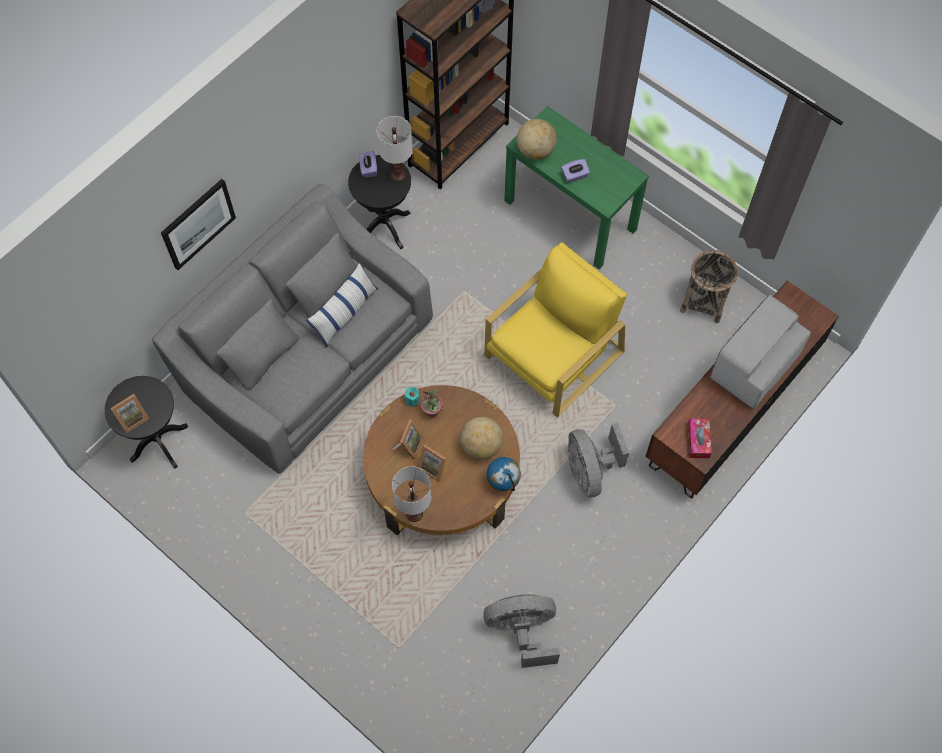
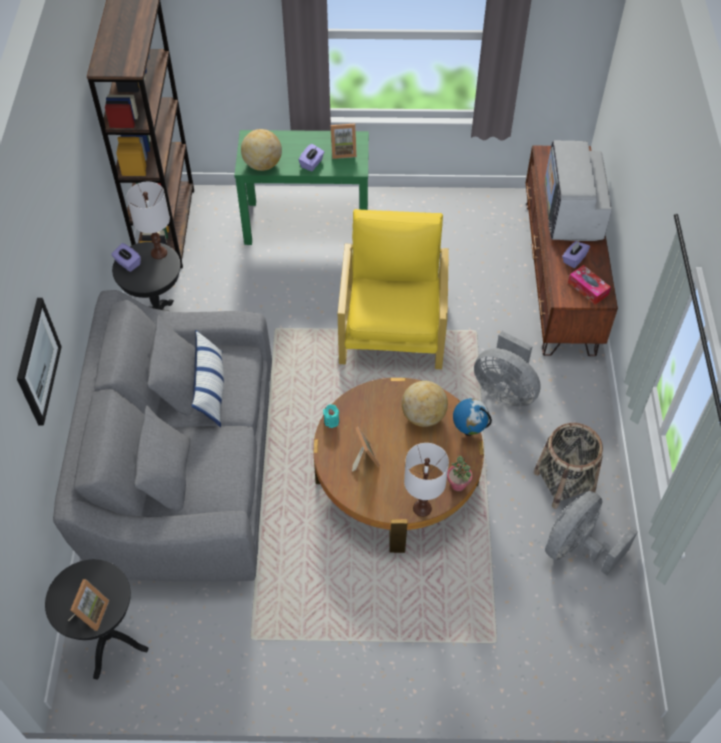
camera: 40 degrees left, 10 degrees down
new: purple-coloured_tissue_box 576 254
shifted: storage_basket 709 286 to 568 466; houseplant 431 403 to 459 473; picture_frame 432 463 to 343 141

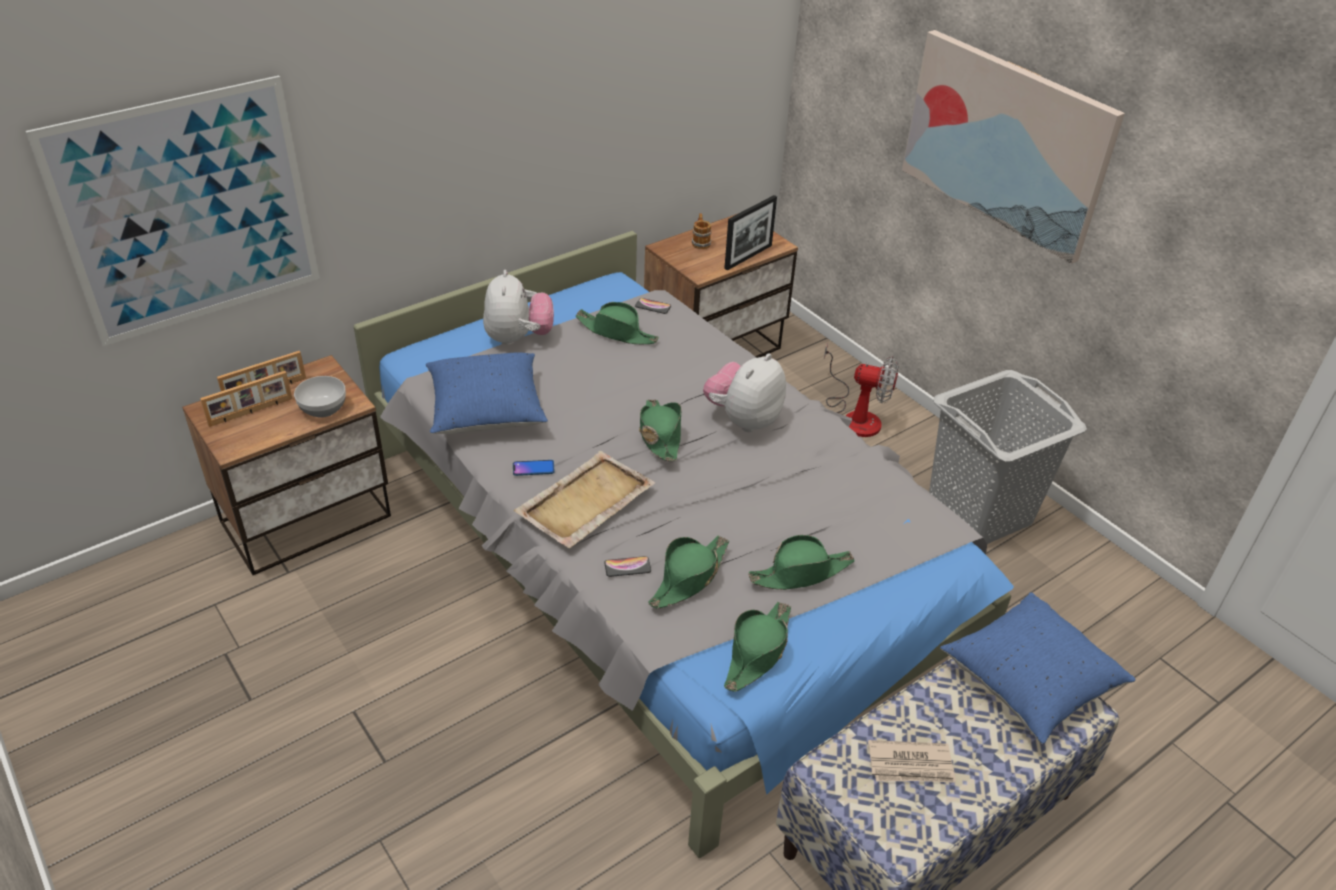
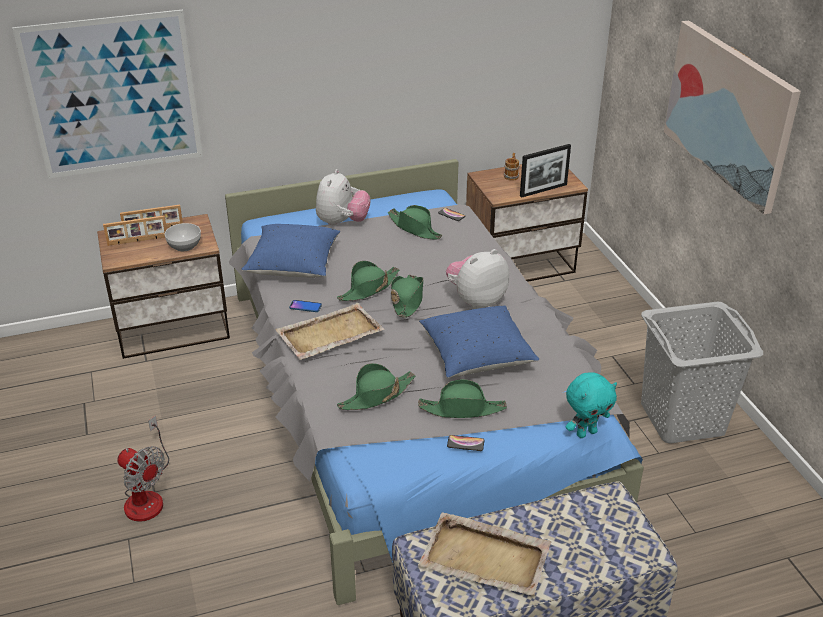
camera: 20 degrees right, 5 degrees down
new: turquoise_soft_toy 591 405
shifted: electric_fan 861 390 to 143 469; handset 627 566 to 465 443; blue_cushion 1038 668 to 479 342; green-coloured_clothing_hat 757 647 to 368 281
swapped: daily_paper 912 761 to beige_carrying_tray 484 554

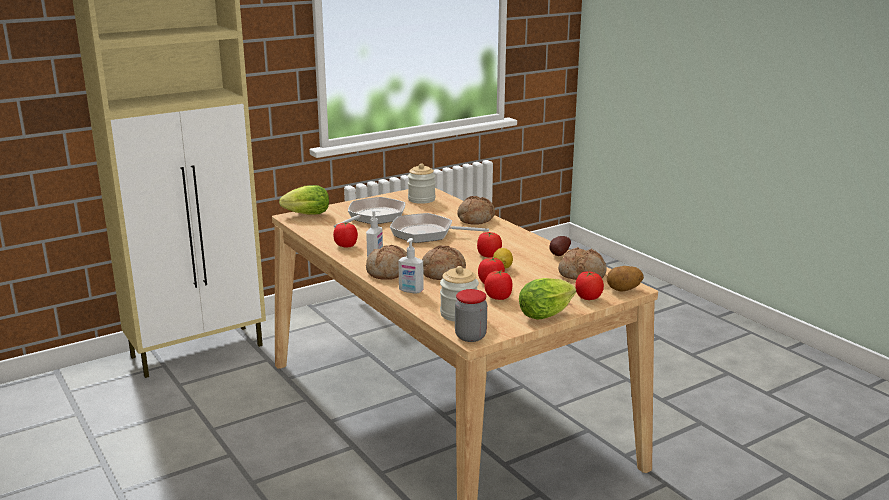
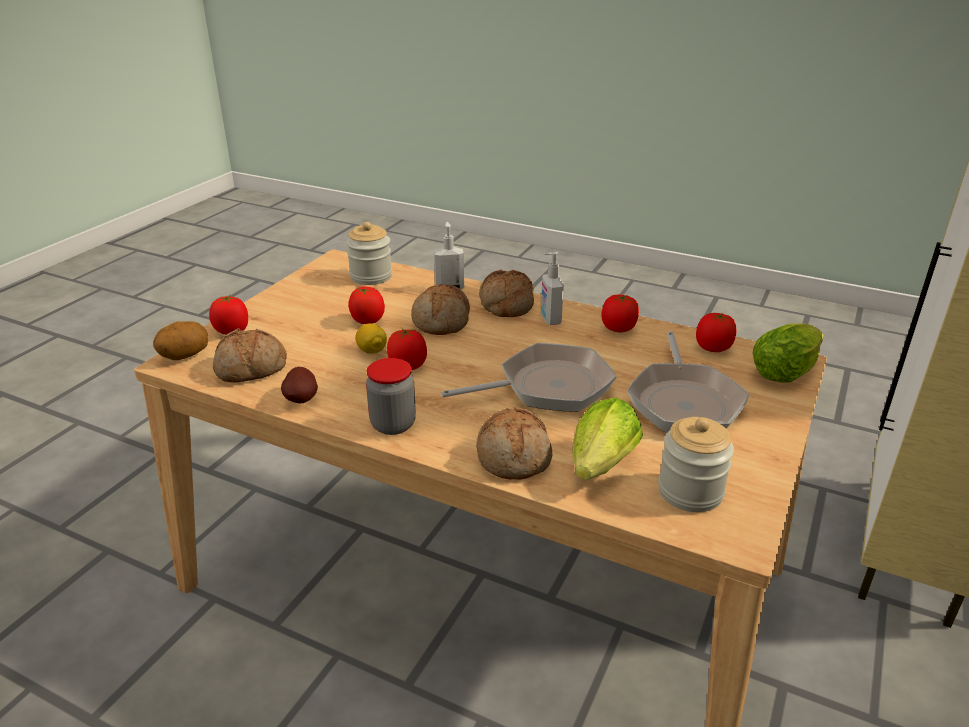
camera: 150 degrees right, 10 degrees up
shifted: fresh_tomato 499 285 to 716 332; head_of_lettuce 547 299 to 607 439; storage_jar 471 315 to 391 396

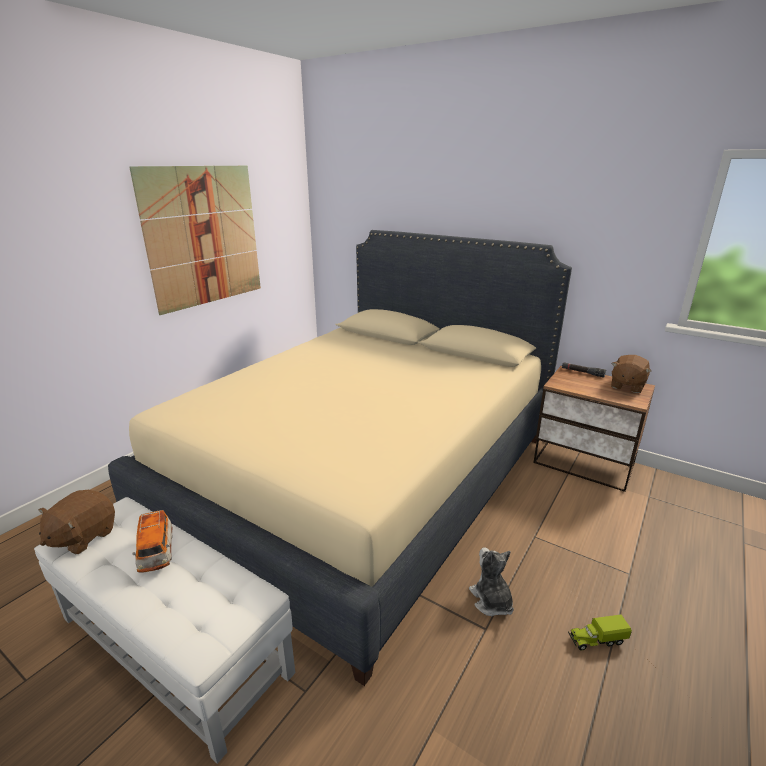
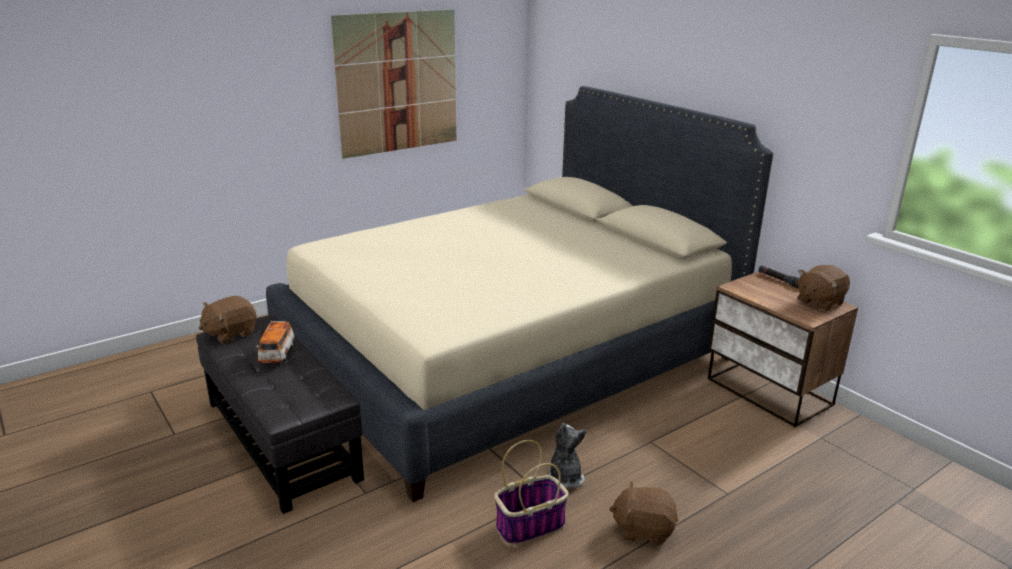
camera: 20 degrees right, 0 degrees up
new: storage_basket 531 492
swapped: toy_truck 600 633 to brown-coloured_soft_toy 643 513
repainted: white_pouffe 164 630 to black_pouffe 280 414

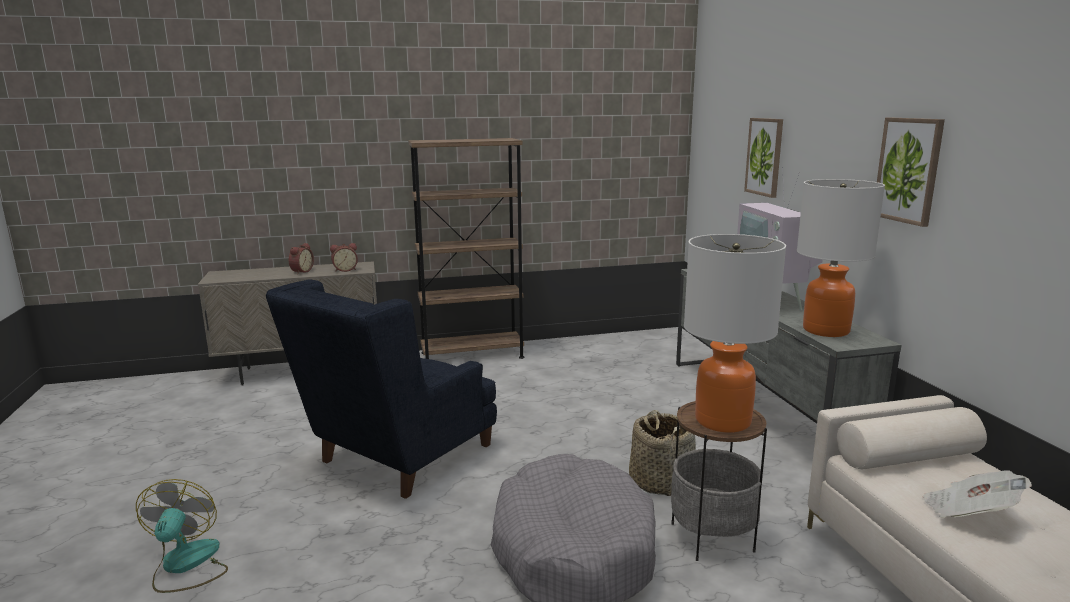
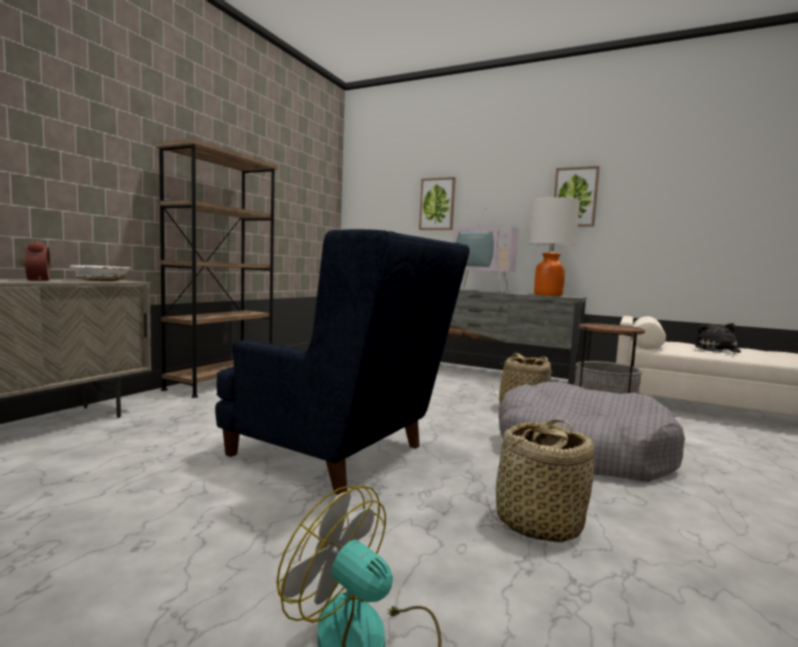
camera: 50 degrees left, 10 degrees down
gone: table_lamp 735 333
new: storage_basket 540 481
swapped: alarm_clock 344 257 to white_serving_bowl 100 273; daily_paper 977 494 to soft_toy 718 339
rotated: blue_lounge_chair 381 389 = 342 362 45 degrees counterclockwise

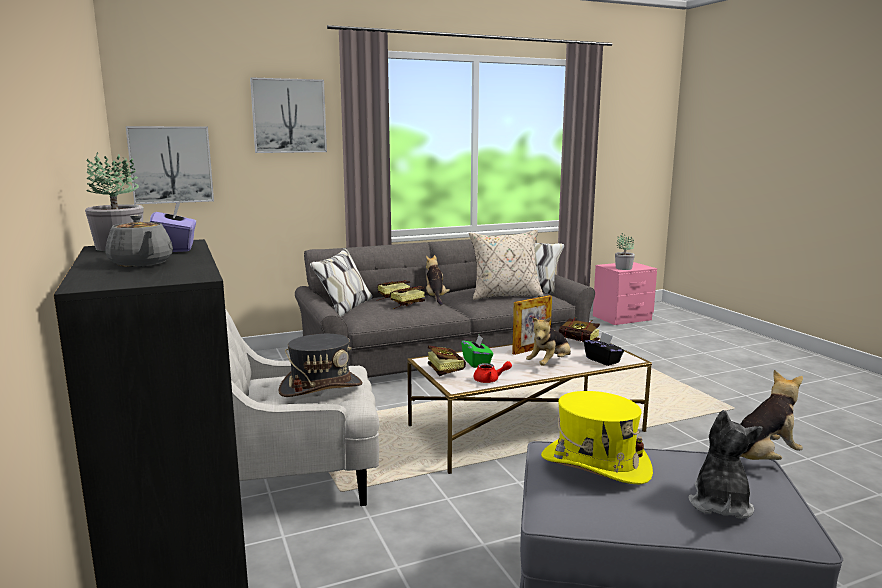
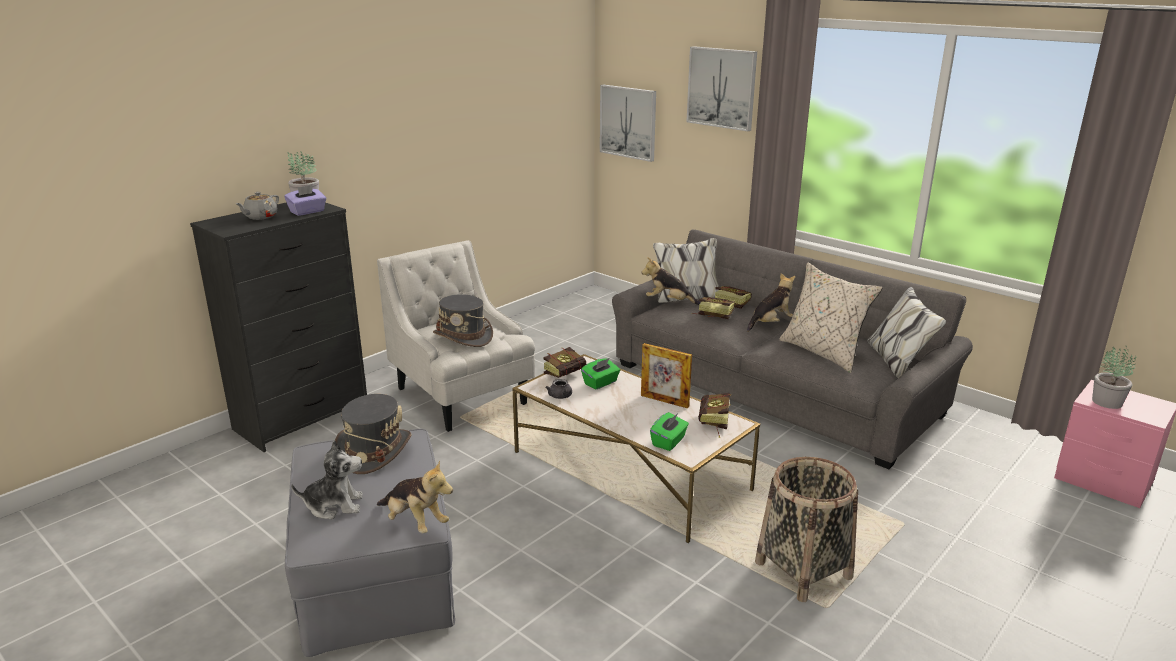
camera: 65 degrees right, 10 degrees up
new: storage_basket 806 529
shifted: soft_toy 548 341 to 670 281
repainted: black_tissue_box 604 349 to green-coloured_tissue_box 669 431; red-coloured_tea_pot 493 372 to gray_tea_pot 559 389; yellow-coloured_clothing_hat 597 437 to gray_clothing_hat 373 434

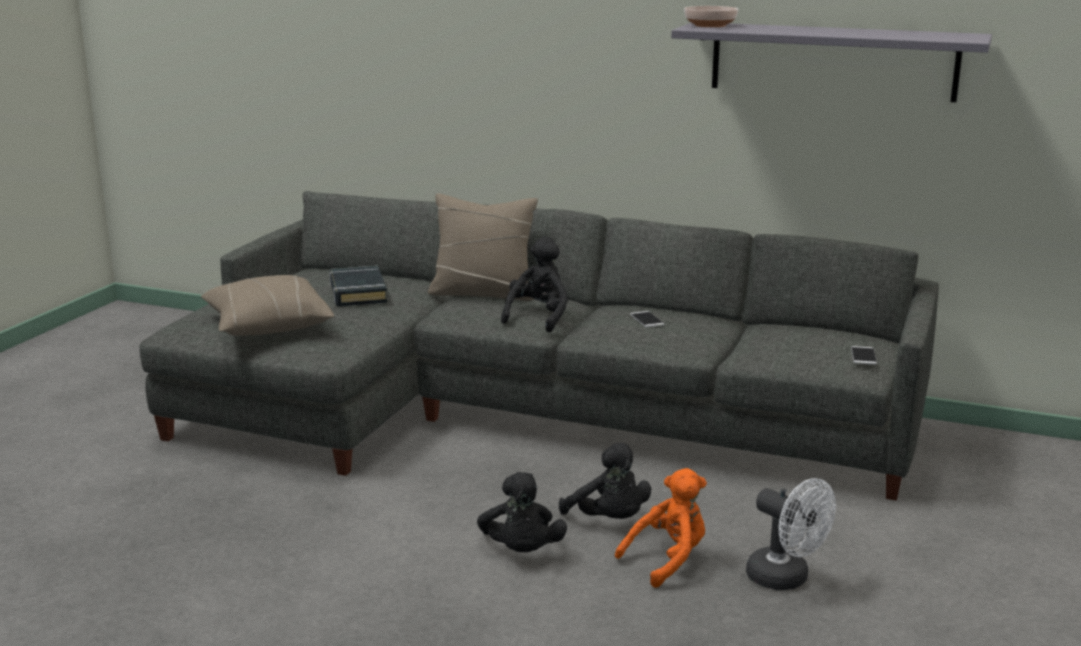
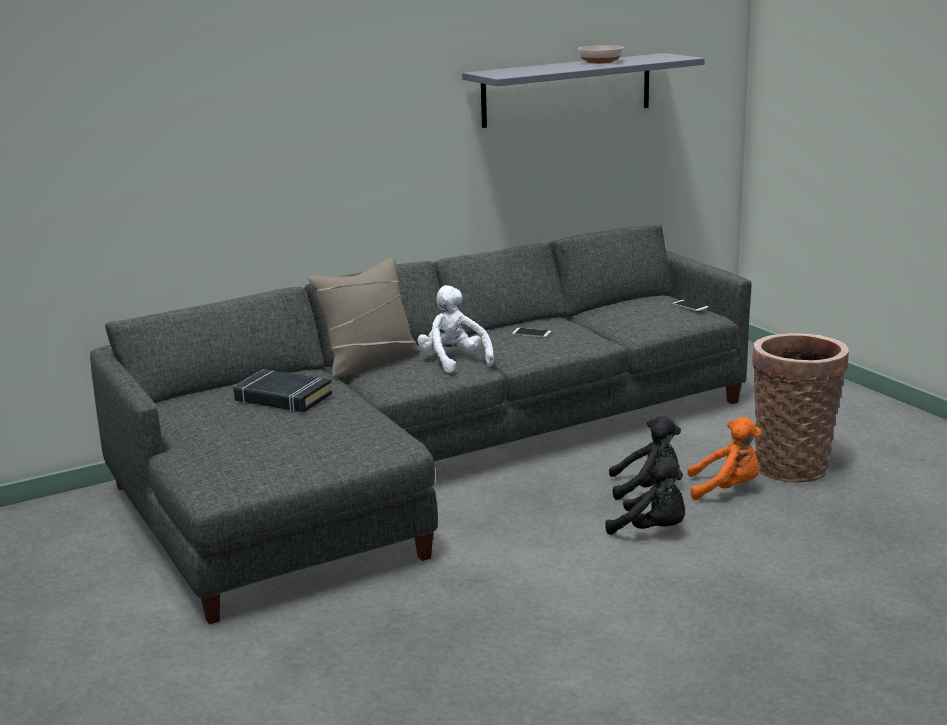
camera: 50 degrees left, 0 degrees up
gone: beige_cushion 267 305
shifted: serving_bowl 711 16 to 600 54
swapped: white_electric_fan 791 534 to storage_basket 800 408
repainted: black_soft_toy 534 284 to white_soft_toy 455 329
rotated: orange_soft_toy 661 528 = 724 458 90 degrees clockwise

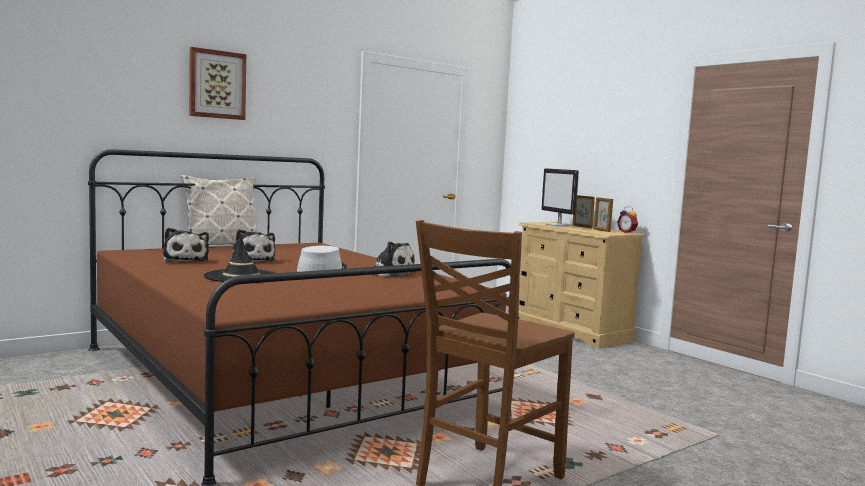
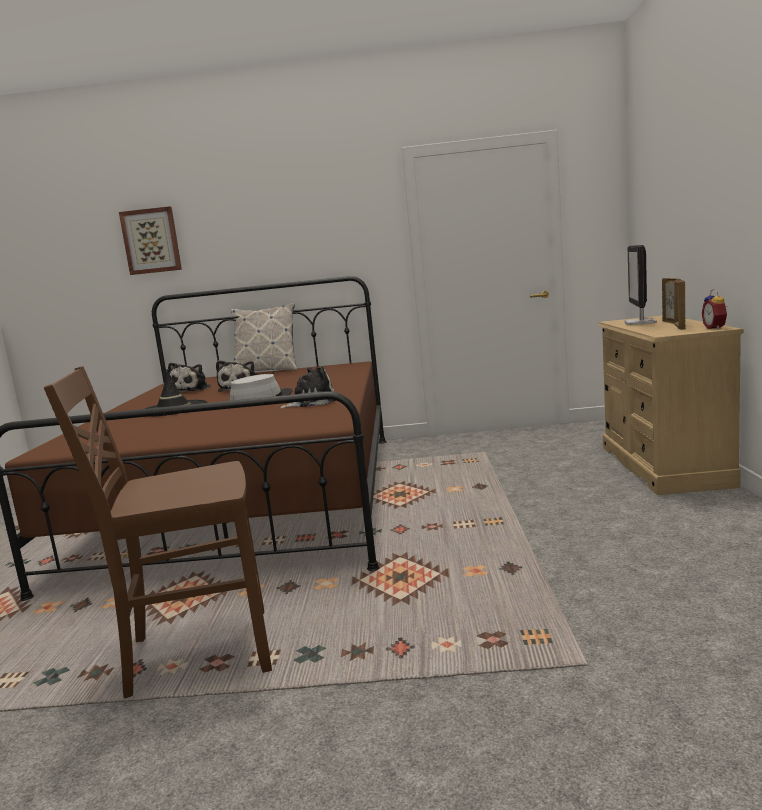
camera: 40 degrees right, 5 degrees up
shifted: picture 217 83 to 150 240
rotated: soft_toy 395 259 = 307 387 90 degrees counterclockwise

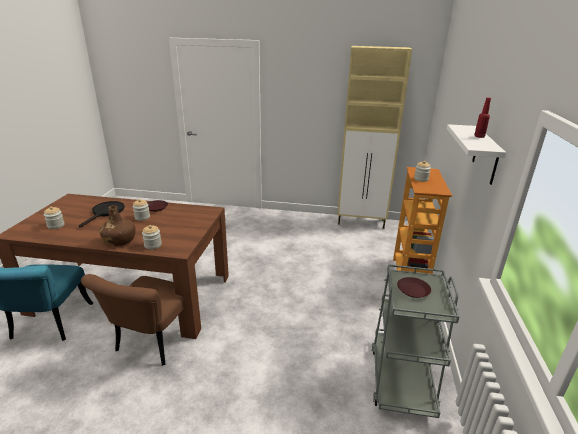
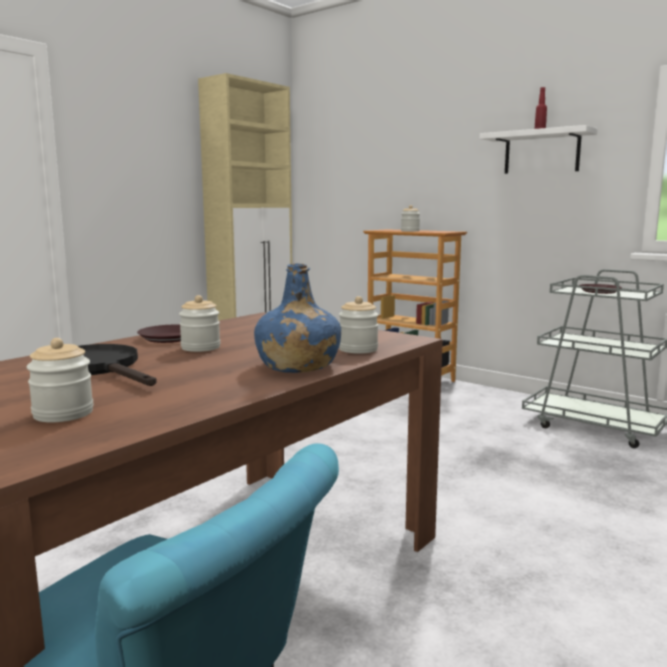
camera: 60 degrees left, 15 degrees down
gone: brown-coloured_upright_chair 133 320
repainted: brown-coloured_drink_bottle 117 225 to blue_drink_bottle 297 318

